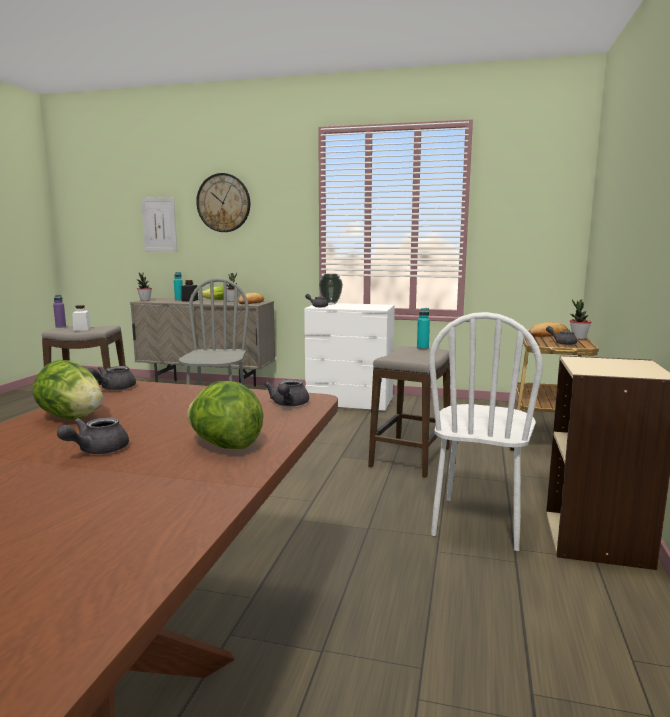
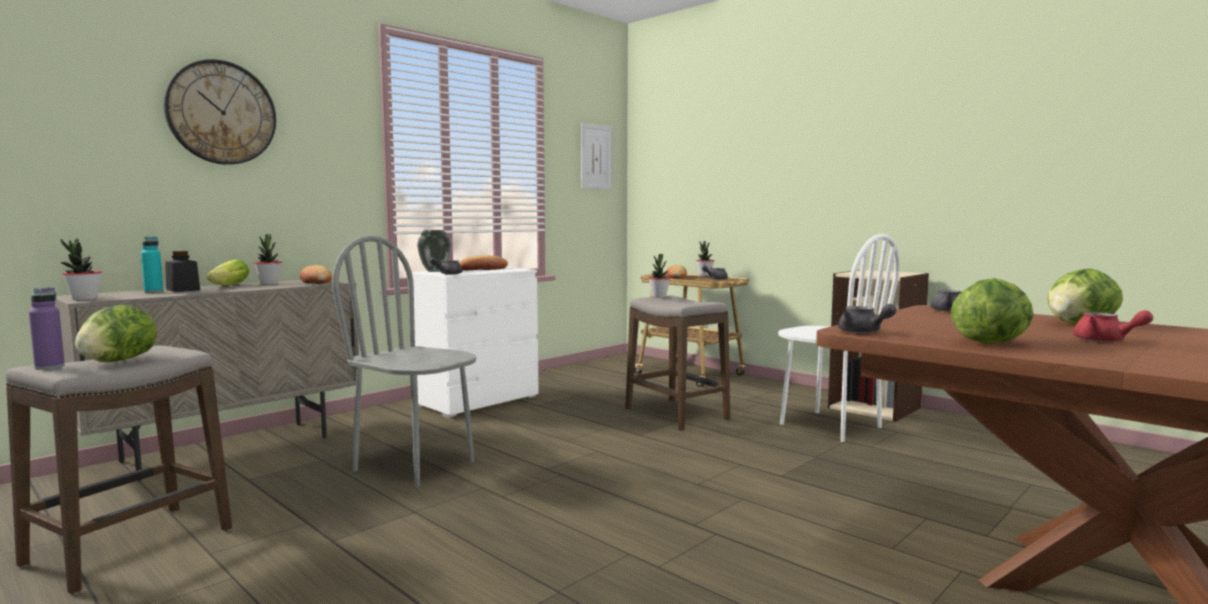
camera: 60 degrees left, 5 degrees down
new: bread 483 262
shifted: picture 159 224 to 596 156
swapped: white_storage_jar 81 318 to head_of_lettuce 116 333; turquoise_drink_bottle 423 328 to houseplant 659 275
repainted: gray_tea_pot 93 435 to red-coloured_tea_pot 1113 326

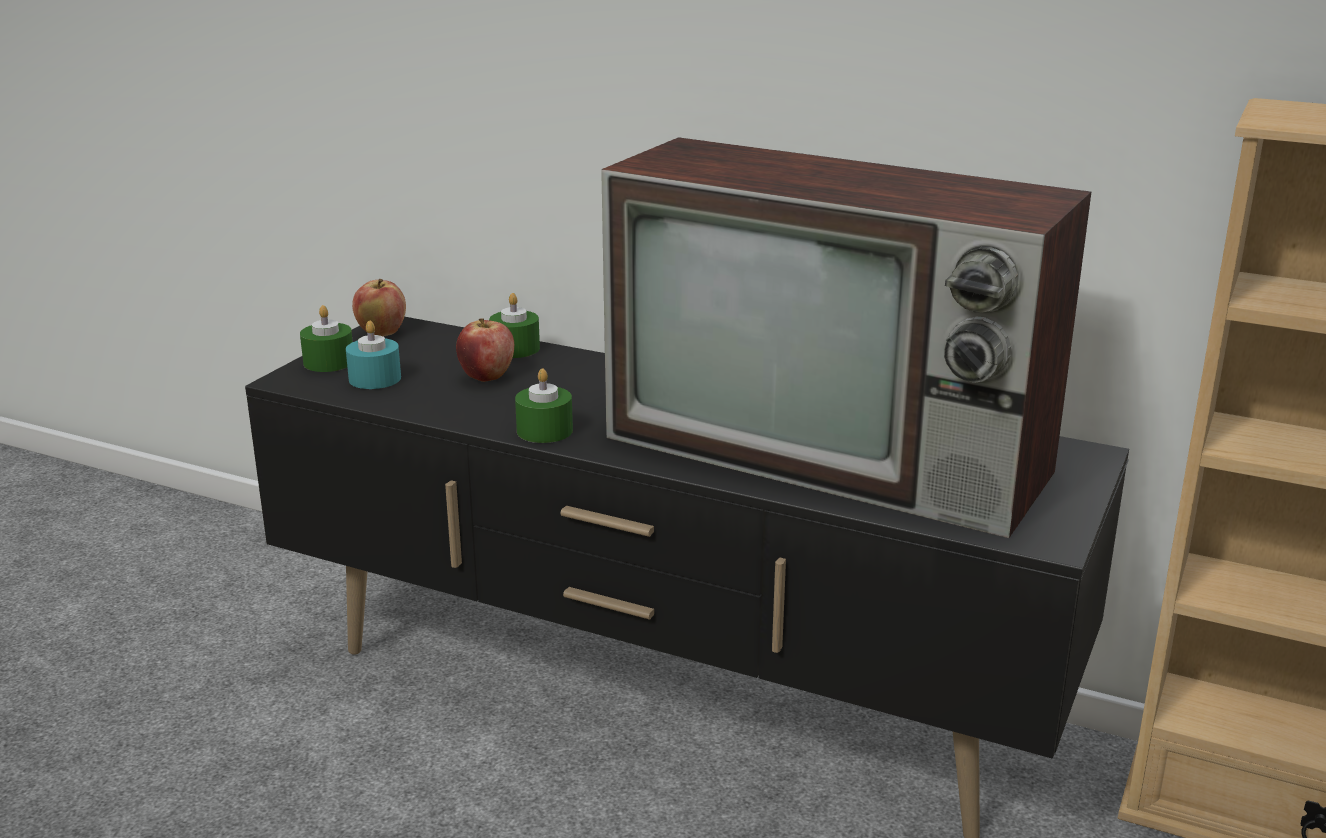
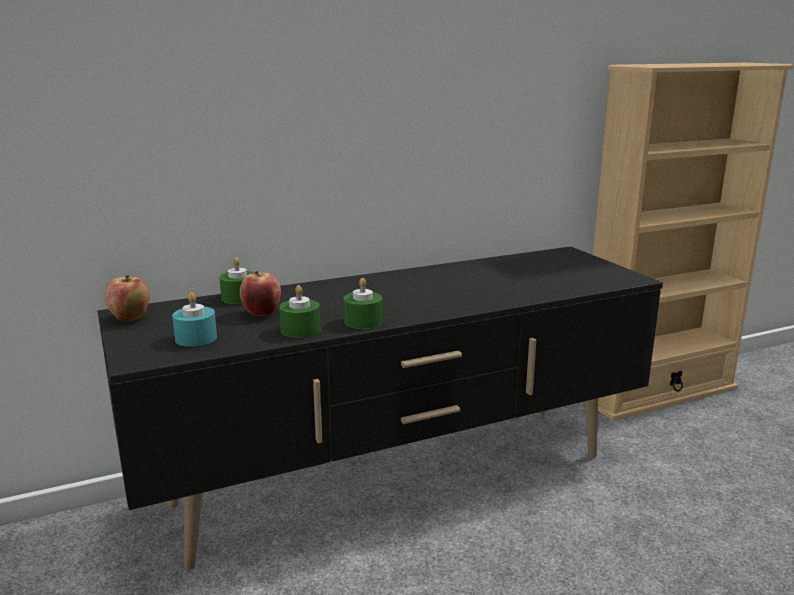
camera: 50 degrees left, 5 degrees down
gone: TV 846 337
shifted: green-coloured_wax_candle 326 338 to 299 311

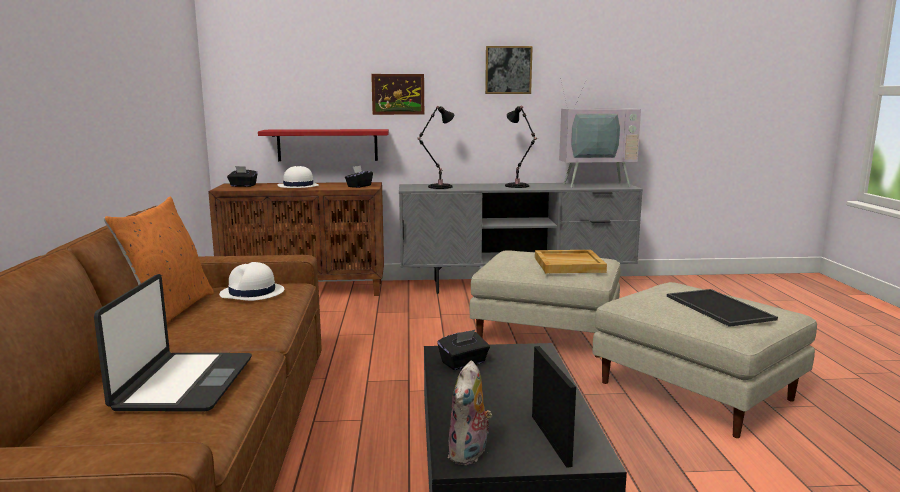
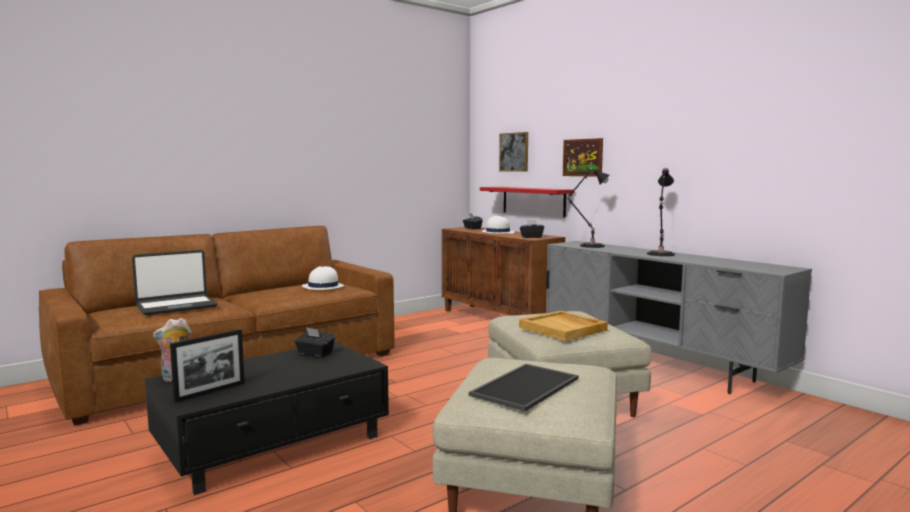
camera: 55 degrees right, 5 degrees down
gone: TV 600 133; orange_cushion 159 260
shifted: picture 509 70 to 513 152

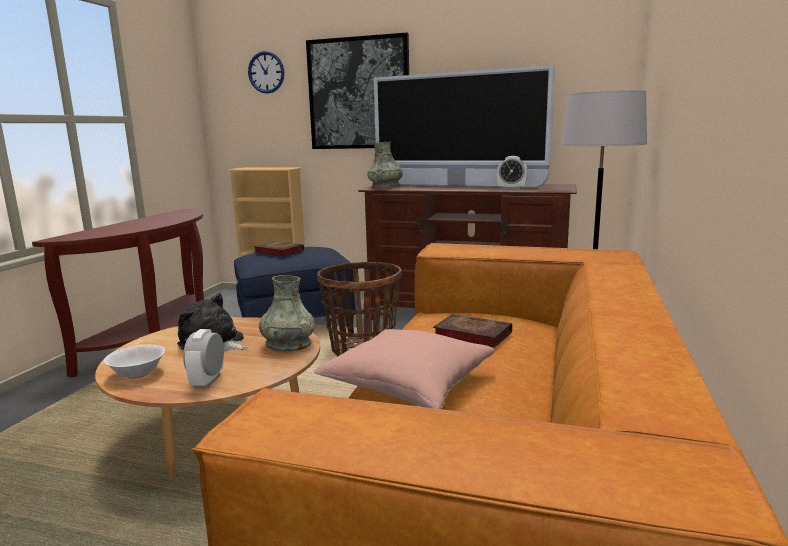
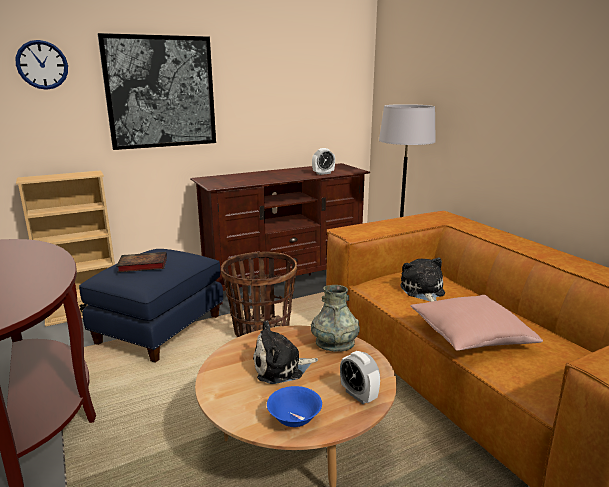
camera: 45 degrees left, 5 degrees up
gone: TV 464 126; gray_flower_vase 385 165
swapped: bound_book 472 331 to soft_toy 422 280
repainted: white_serving_bowl 134 362 to blue_serving_bowl 294 406

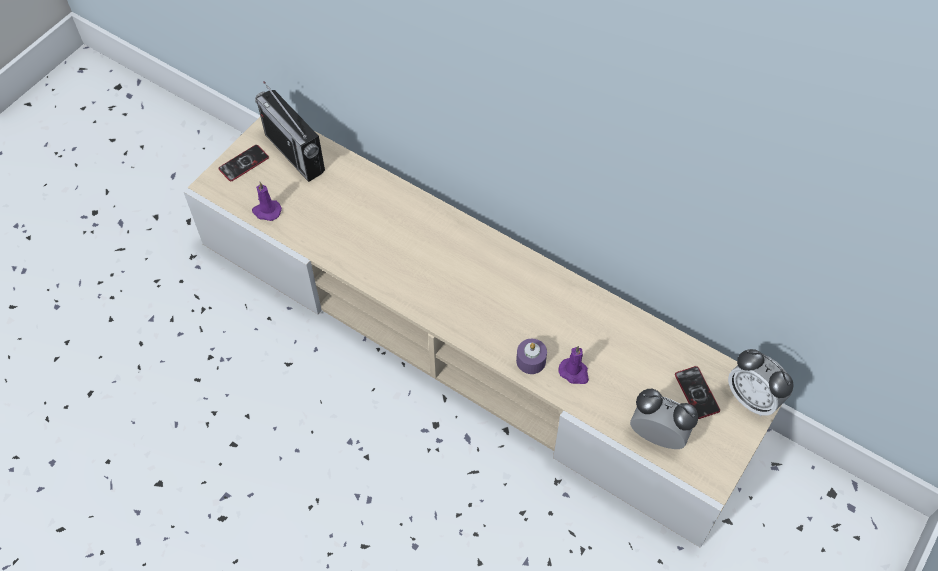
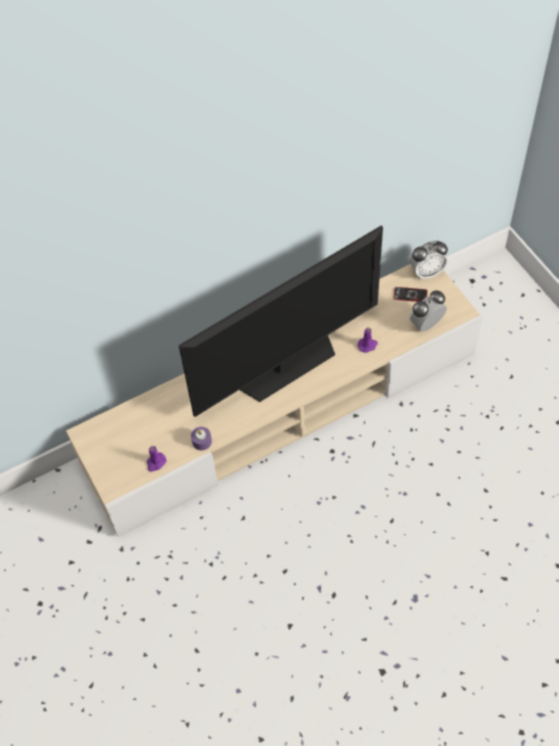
camera: 60 degrees left, 0 degrees up
gone: radio_receiver 290 131; handset 243 163
new: TV 281 321
shifted: purple-coloured_wax_candle 531 356 to 201 438

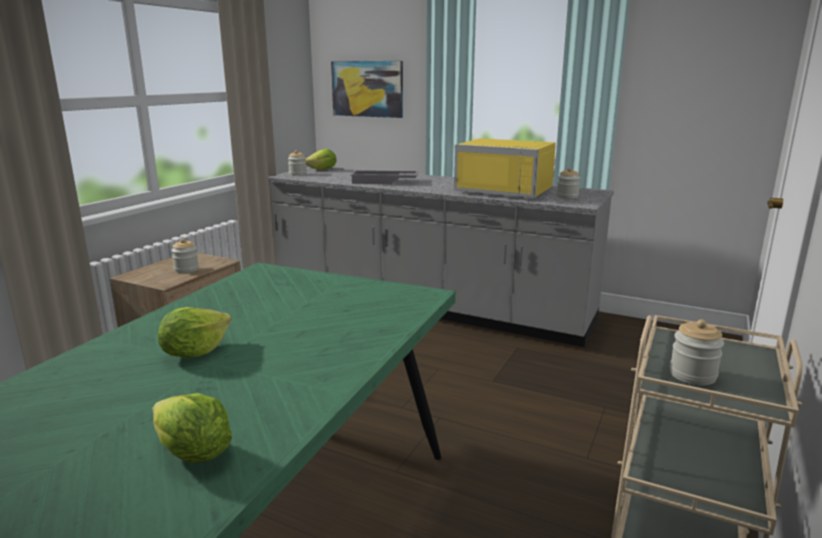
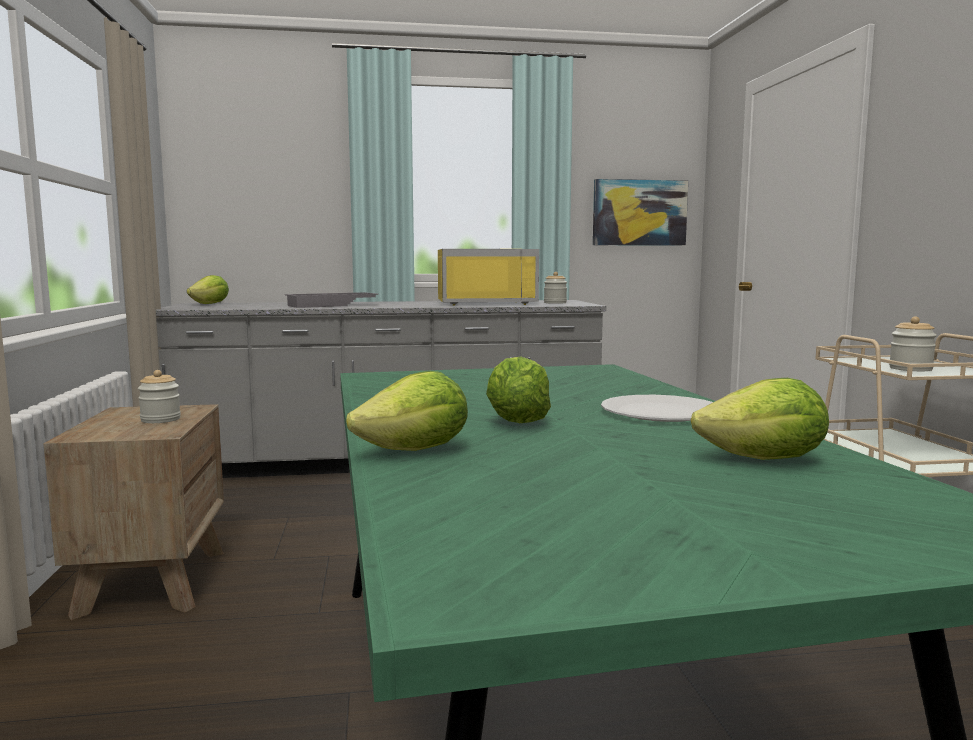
camera: 35 degrees left, 10 degrees down
gone: storage_jar 297 163
new: head_of_lettuce 407 411; white_plate 657 408
shifted: picture 367 89 to 640 212

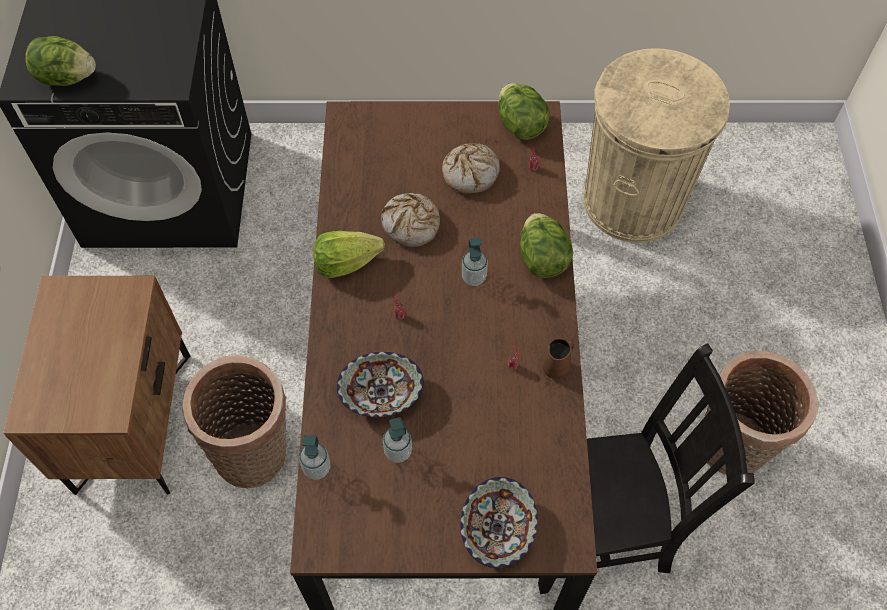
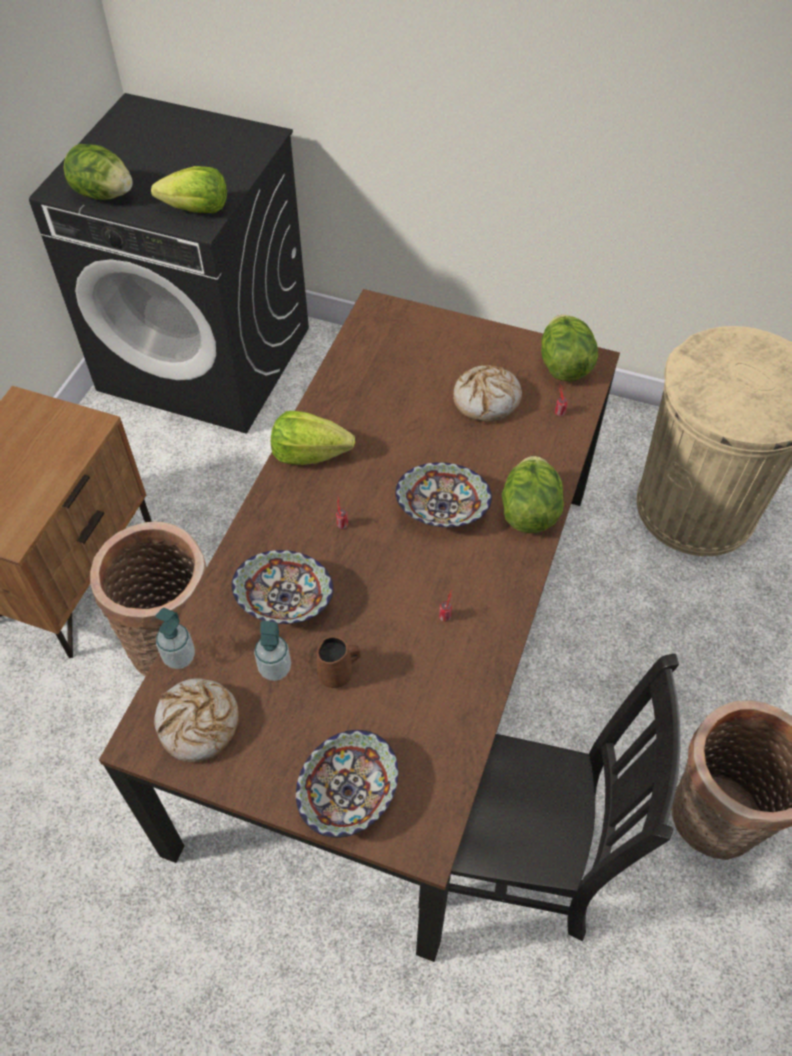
camera: 20 degrees right, 5 degrees down
new: head_of_lettuce 189 189
shifted: bread 410 220 to 196 720; brown-coloured_mug 558 358 to 339 662
swapped: soap_dispenser 475 262 to serving_bowl 443 494

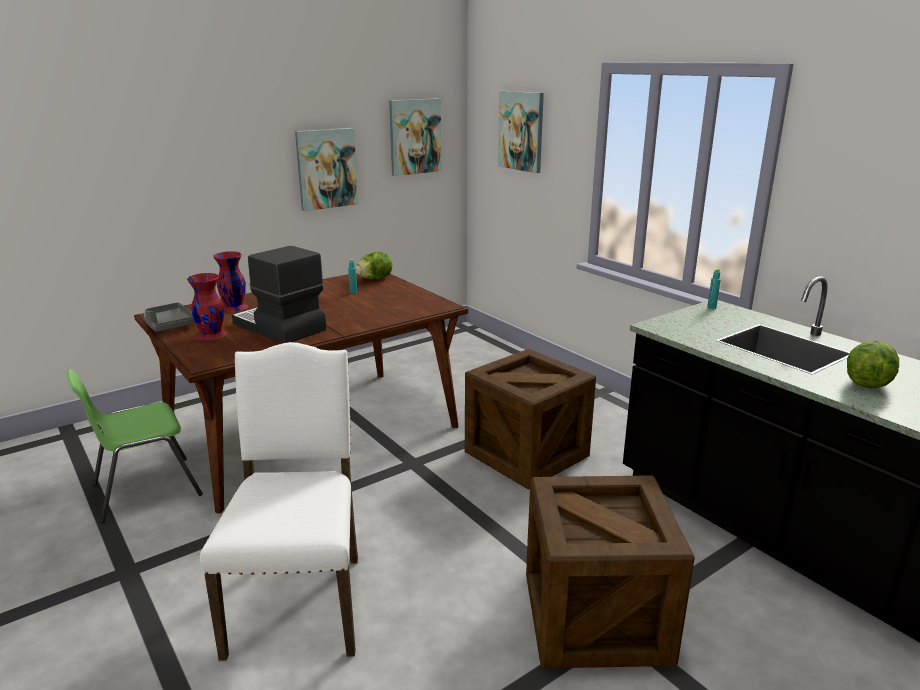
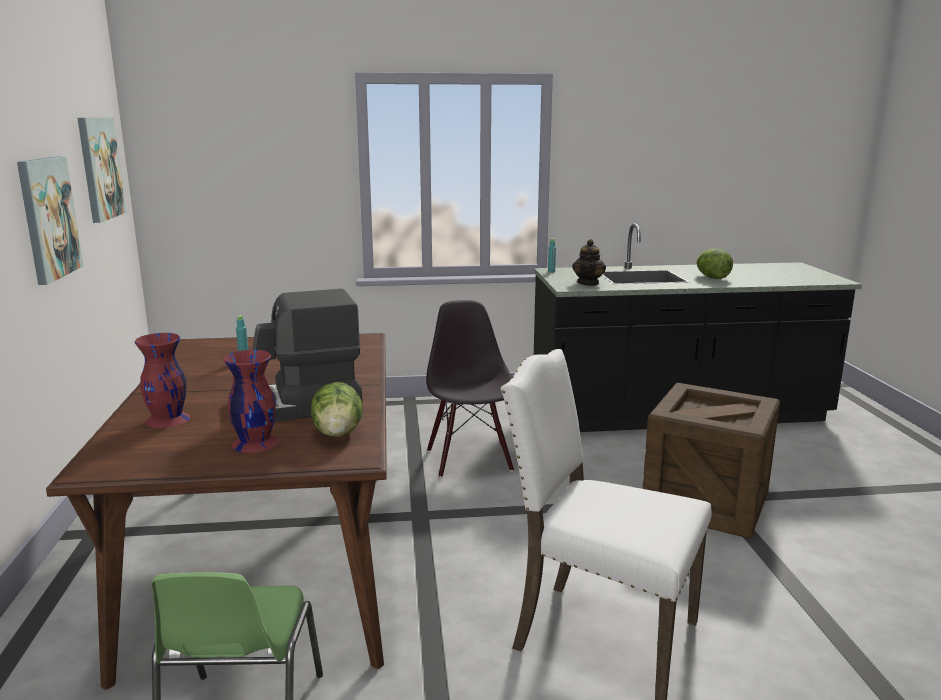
camera: 60 degrees left, 5 degrees down
gone: picture 521 132; gray_carrying_tray 169 317
new: tea_pot 589 262
shifted: head_of_lettuce 374 266 to 337 409
swapped: packing_crate 530 419 to black_upright_chair 470 389

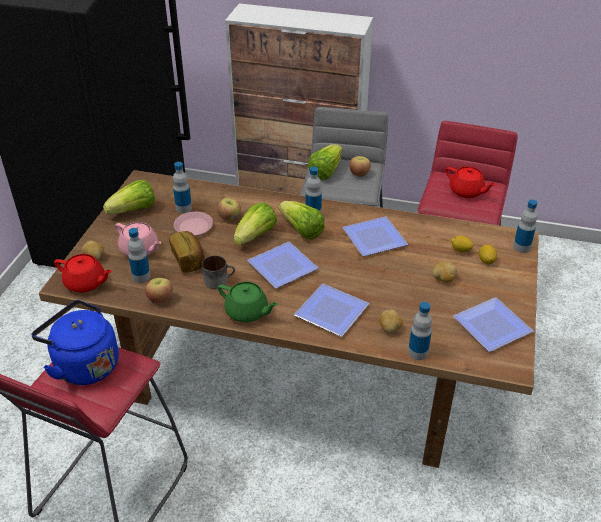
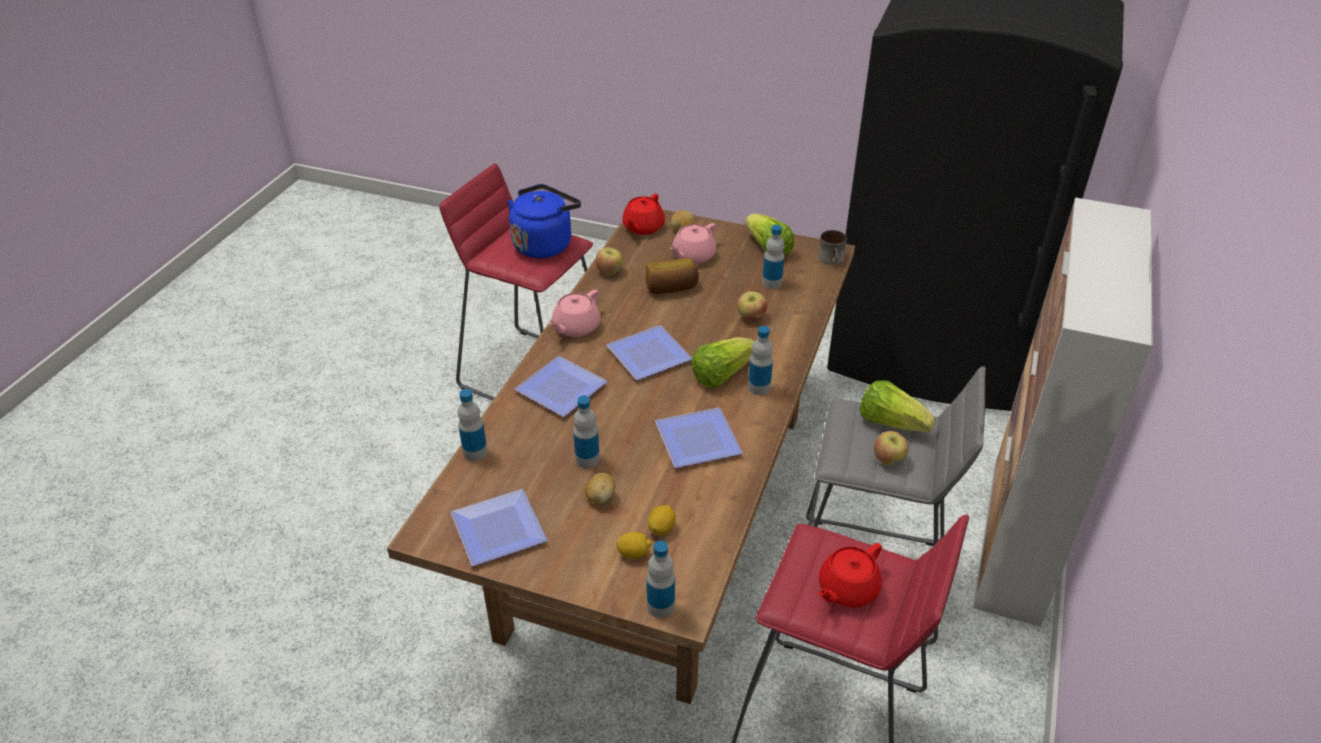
camera: 95 degrees right, 0 degrees up
gone: head_of_lettuce 255 224; pink-coloured_plate 193 224; potato 391 321
shifted: drink_bottle 139 255 to 586 432; mug 218 272 to 832 247
repainted: green-coloured_tea_pot 248 302 to pink-coloured_tea_pot 575 313

